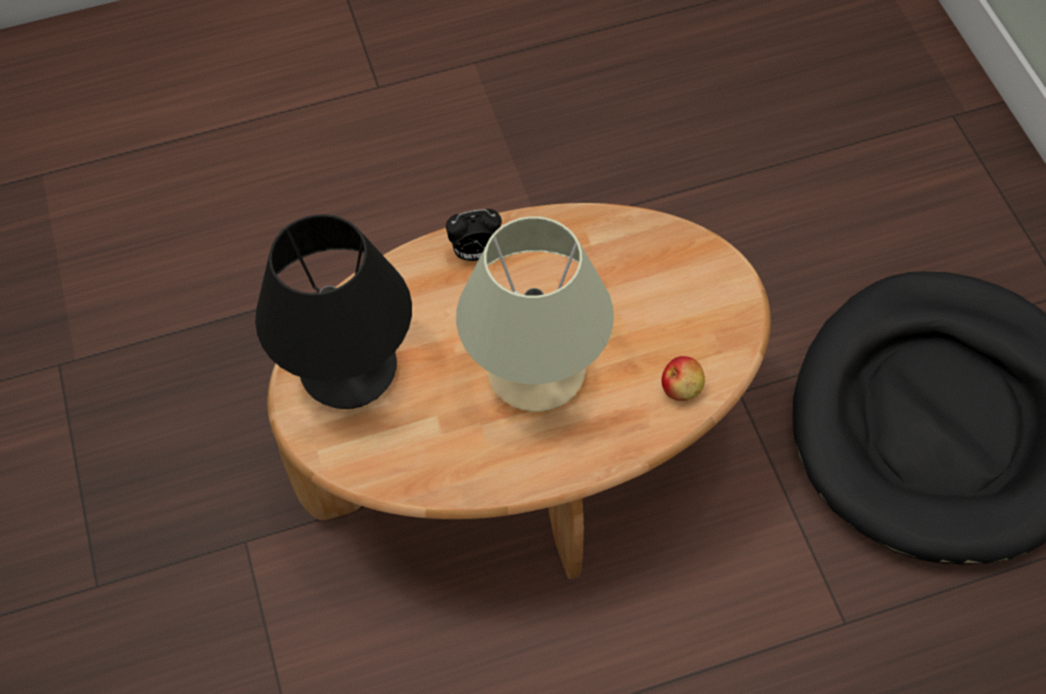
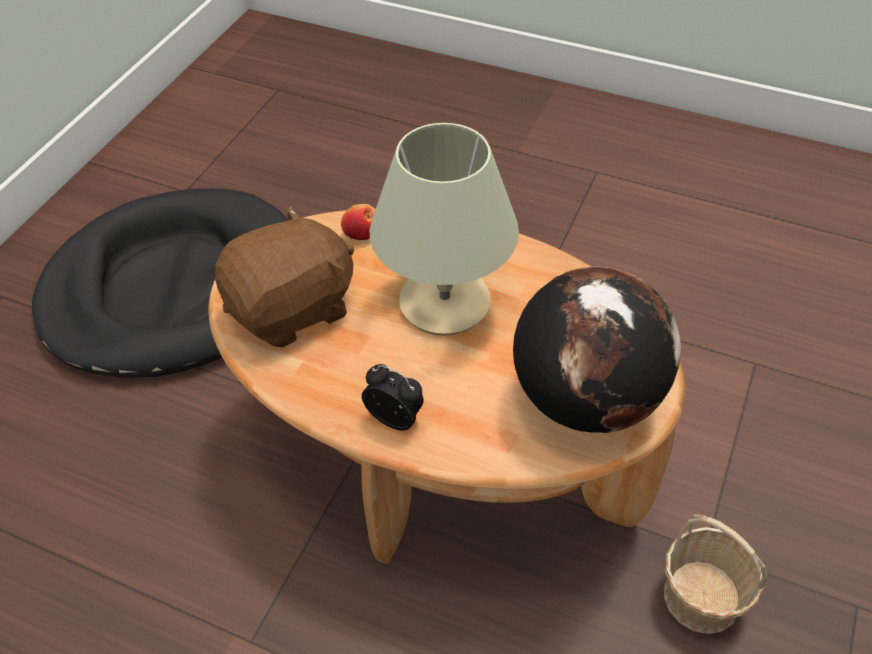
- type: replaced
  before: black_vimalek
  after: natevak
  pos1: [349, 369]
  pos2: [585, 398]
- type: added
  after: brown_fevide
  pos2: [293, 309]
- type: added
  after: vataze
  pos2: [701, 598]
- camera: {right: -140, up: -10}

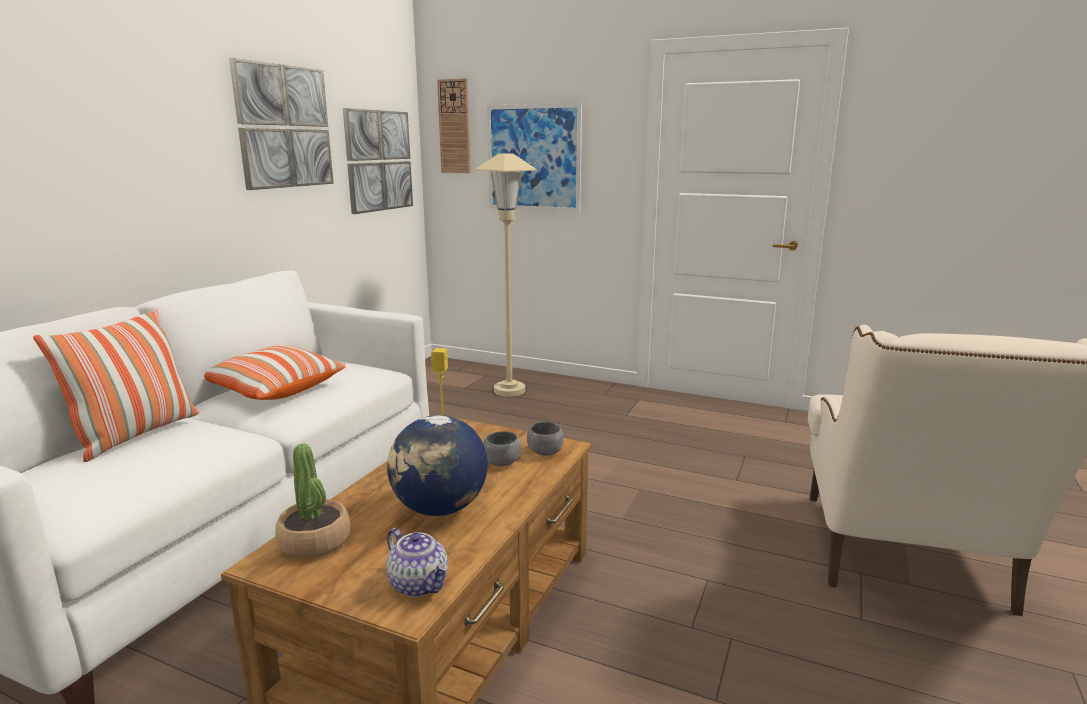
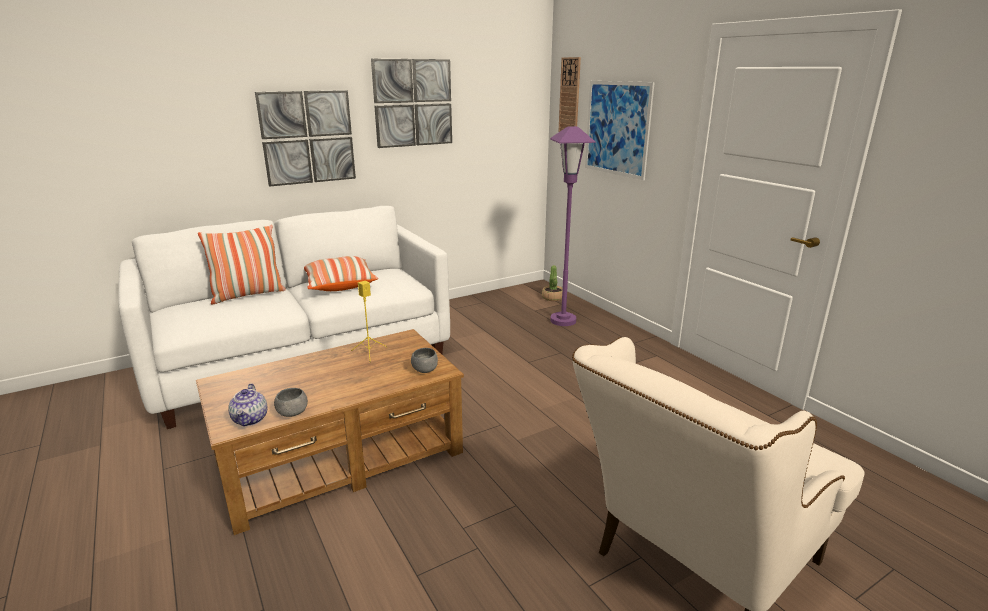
- type: moved
  before: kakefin
  pos1: [378, 161]
  pos2: [307, 137]
- type: recoloured
  before: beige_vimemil
  after: purple_vimemil
  pos1: [509, 390]
  pos2: [563, 320]
- type: removed
  before: natevak
  pos1: [440, 509]
- type: moved
  before: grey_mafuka
  pos1: [502, 462]
  pos2: [292, 413]
- type: moved
  before: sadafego
  pos1: [315, 541]
  pos2: [553, 298]
- camera: {right: 35, up: 5}

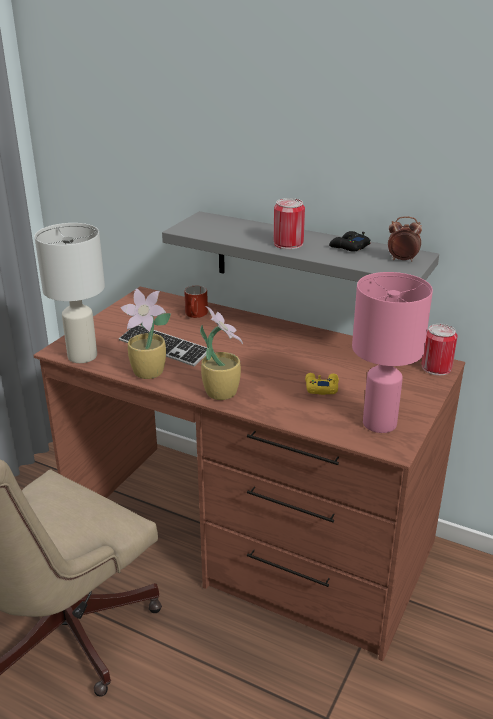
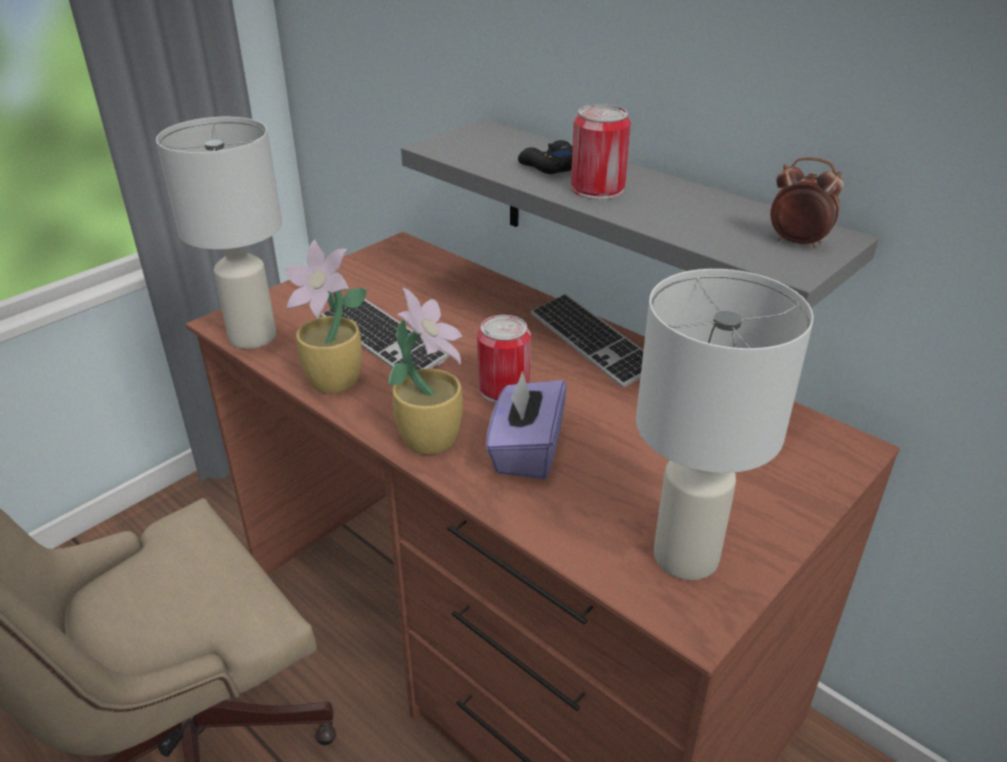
- type: moved
  before: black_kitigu
  pos1: [349, 247]
  pos2: [551, 166]
- type: recoloured
  before: pink_vimalek
  after: white_vimalek
  pos1: [380, 423]
  pos2: [688, 557]
- type: removed
  before: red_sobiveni
  pos1: [196, 315]
- type: moved
  before: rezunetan
  pos1: [436, 367]
  pos2: [503, 389]
- type: removed
  before: yellow_kitigu
  pos1: [321, 387]
- type: added
  after: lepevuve
  pos2: [592, 342]
- type: added
  after: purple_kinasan
  pos2: [526, 451]
- camera: {right: 15, up: 5}

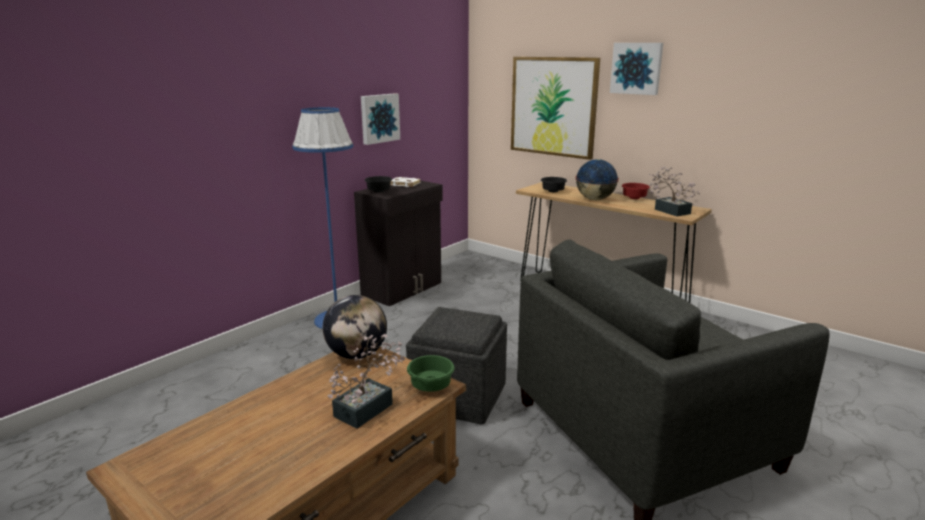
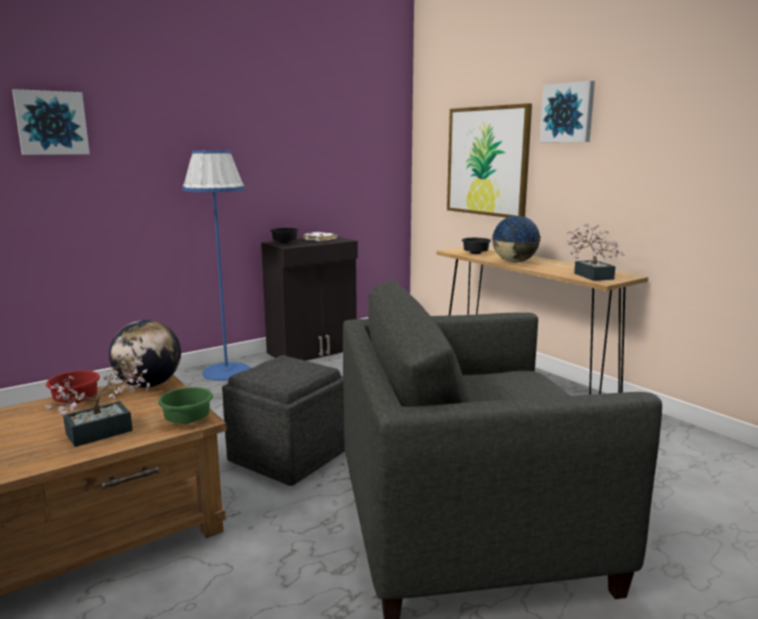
- type: moved
  before: kakefin
  pos1: [379, 118]
  pos2: [51, 123]
- type: moved
  before: red_mafuka
  pos1: [634, 198]
  pos2: [78, 400]
- camera: {right: 15, up: -5}

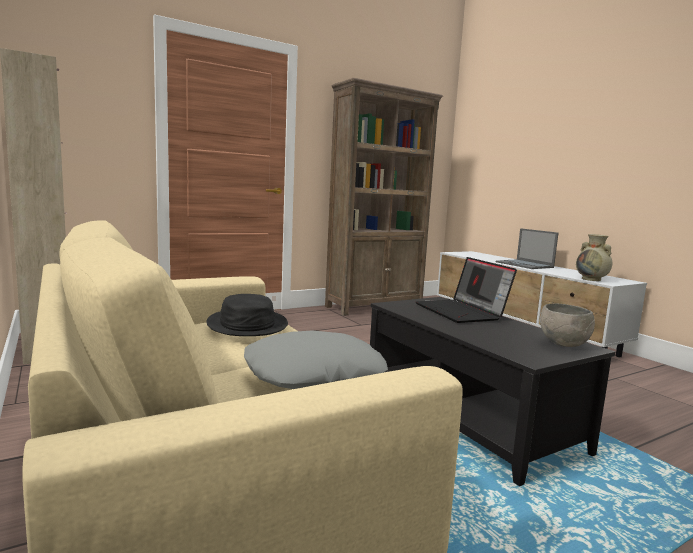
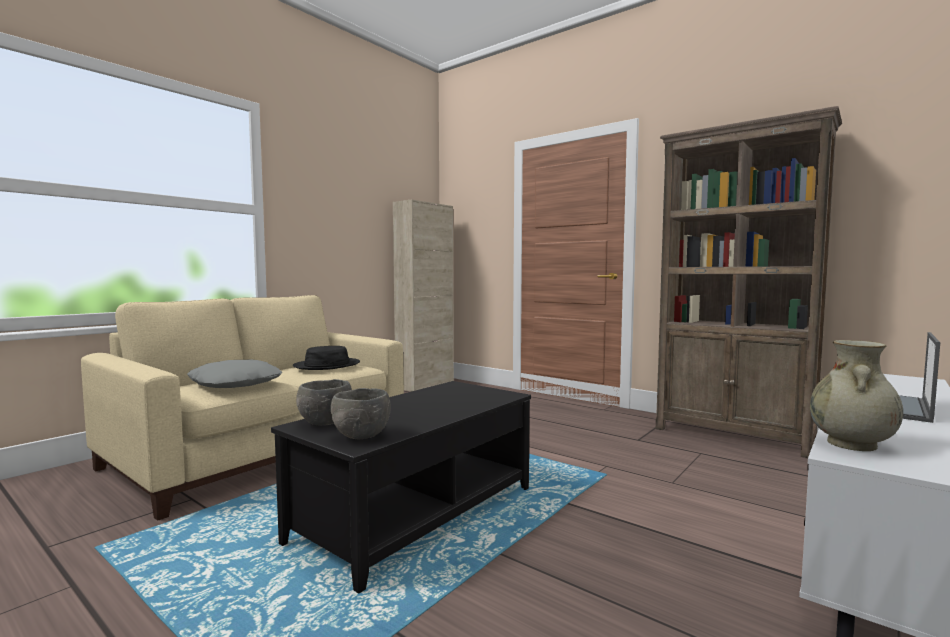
- type: removed
  before: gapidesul
  pos1: [462, 312]
- type: added
  after: grey_mafuka
  pos2: [324, 423]
- camera: {right: 70, up: -5}

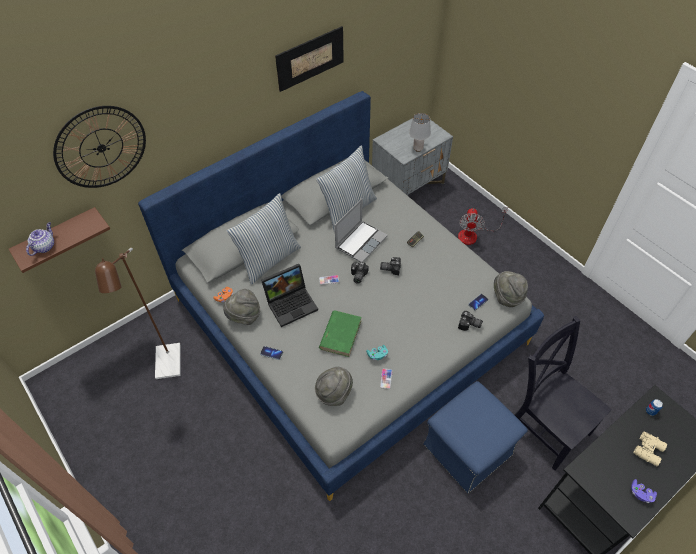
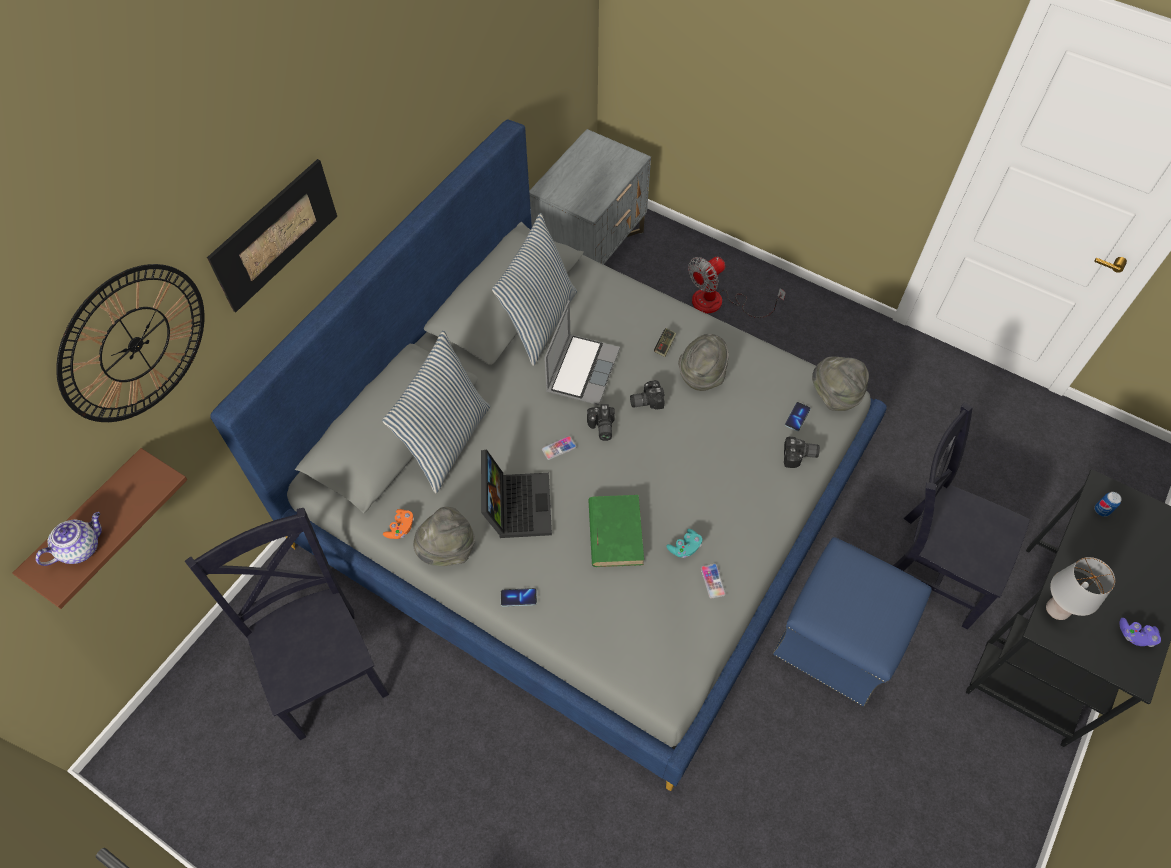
- type: moved
  before: kakefin
  pos1: [310, 58]
  pos2: [275, 234]
- type: moved
  before: grey_vimalek
  pos1: [417, 148]
  pos2: [1055, 610]
- type: turned
  before: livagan
  pos1: [473, 234]
  pos2: [718, 303]
  turn: 60
- type: turned
  before: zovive
  pos1: [44, 246]
  pos2: [81, 548]
  turn: 45
- type: replaced
  before: brown_vimemil
  after: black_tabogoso
  pos1: [168, 368]
  pos2: [325, 667]
- type: turned
  before: gapidesul
  pos1: [292, 303]
  pos2: [516, 504]
  turn: -45
- type: moved
  before: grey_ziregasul
  pos1: [334, 393]
  pos2: [702, 374]
- type: removed
  before: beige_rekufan
  pos1: [649, 450]
- camera: {right: -20, up: 5}

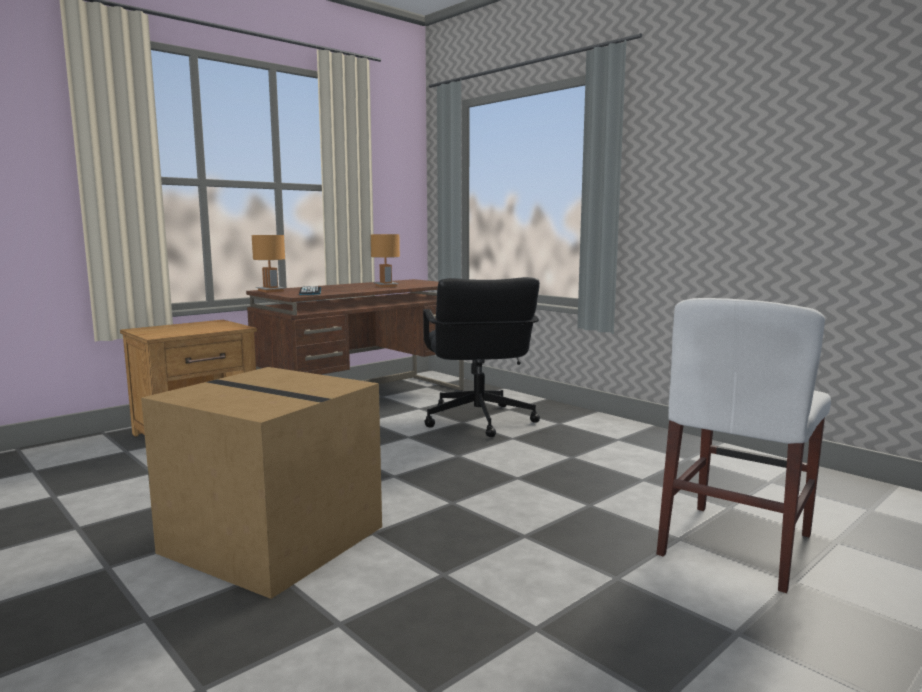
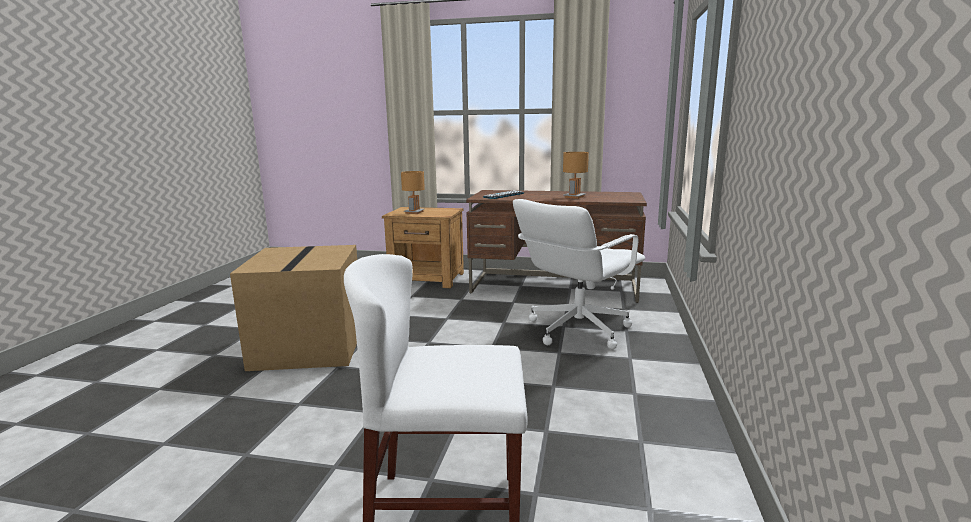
- type: moved
  before: brown_vimalek
  pos1: [271, 291]
  pos2: [414, 212]
- type: recoloured
  before: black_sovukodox
  after: white_sovukodox
  pos1: [478, 421]
  pos2: [576, 330]
- camera: {right: 55, up: 5}

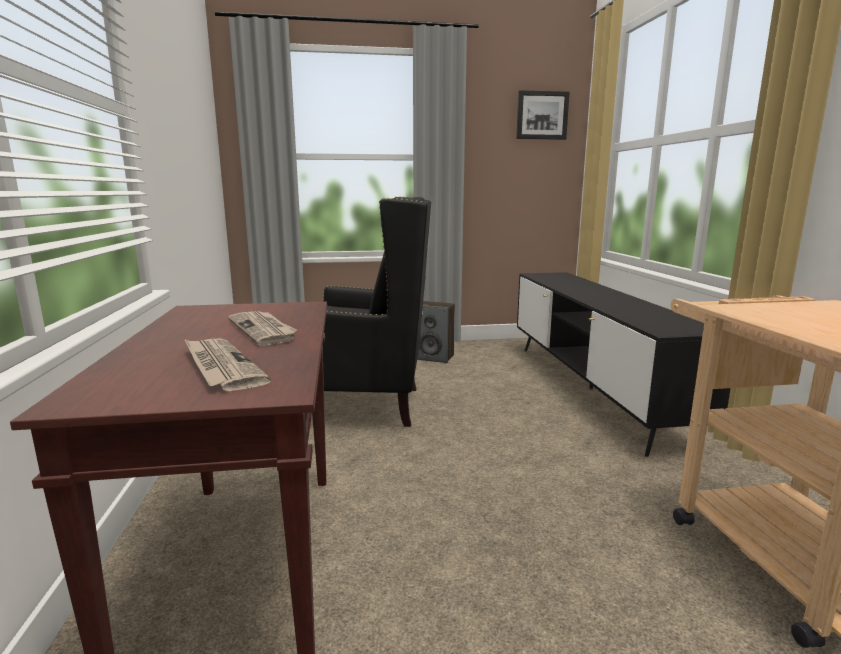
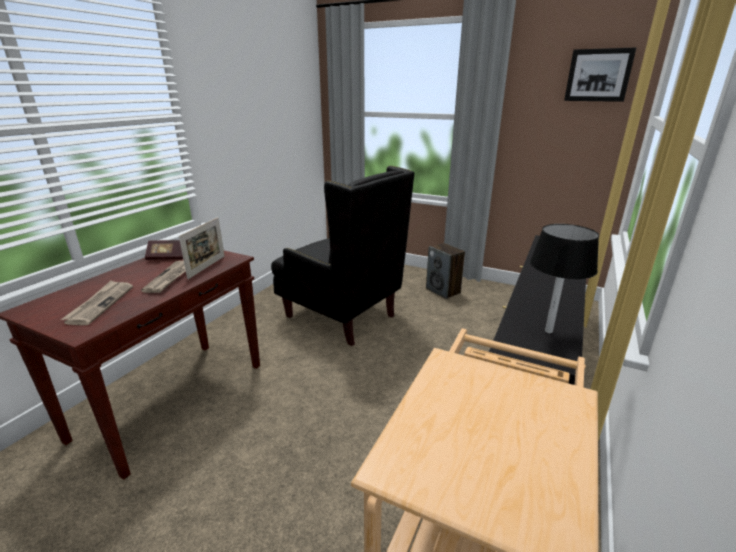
- type: added
  after: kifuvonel
  pos2: [207, 267]
- type: added
  after: black_vimalek
  pos2: [548, 331]
- type: added
  after: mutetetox
  pos2: [167, 257]
- camera: {right: 35, up: 10}

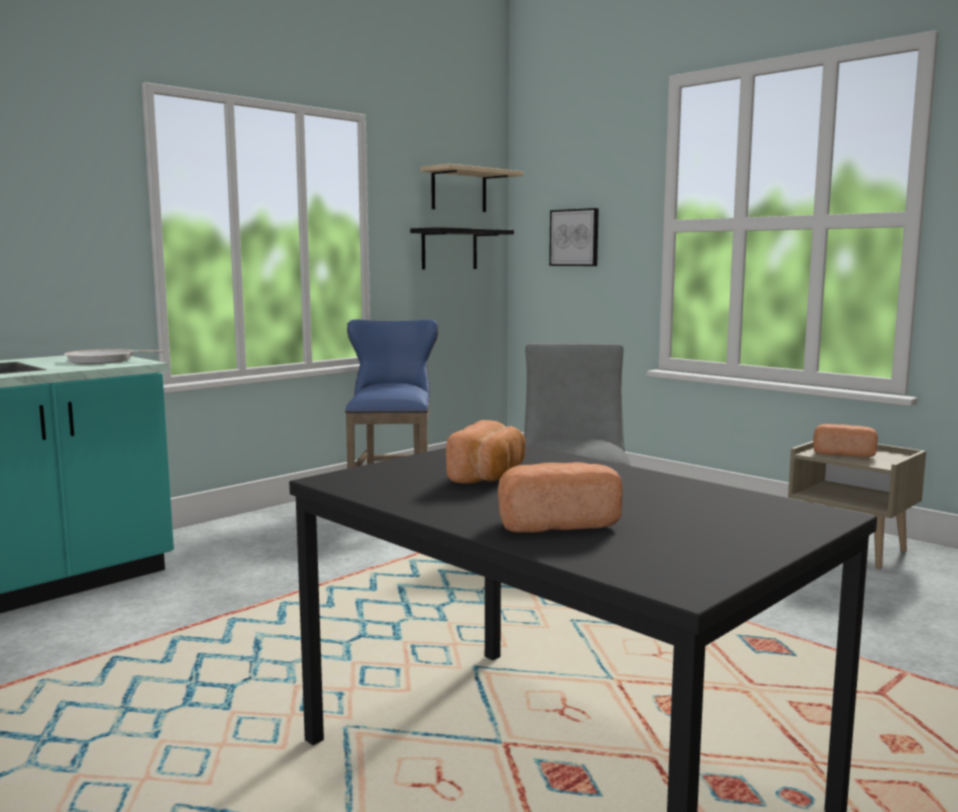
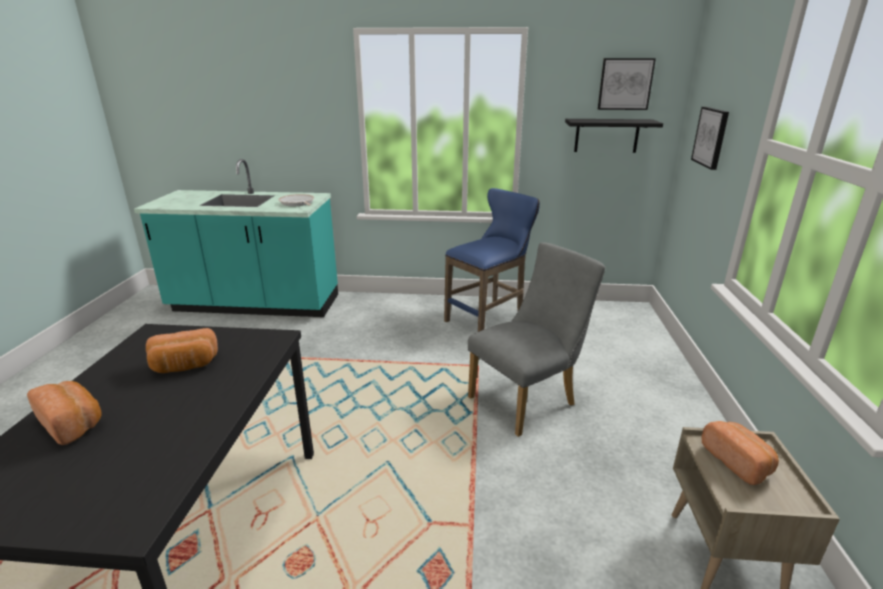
- type: replaced
  before: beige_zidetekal
  after: kakefin
  pos1: [459, 190]
  pos2: [625, 84]
- camera: {right: 50, up: 15}

